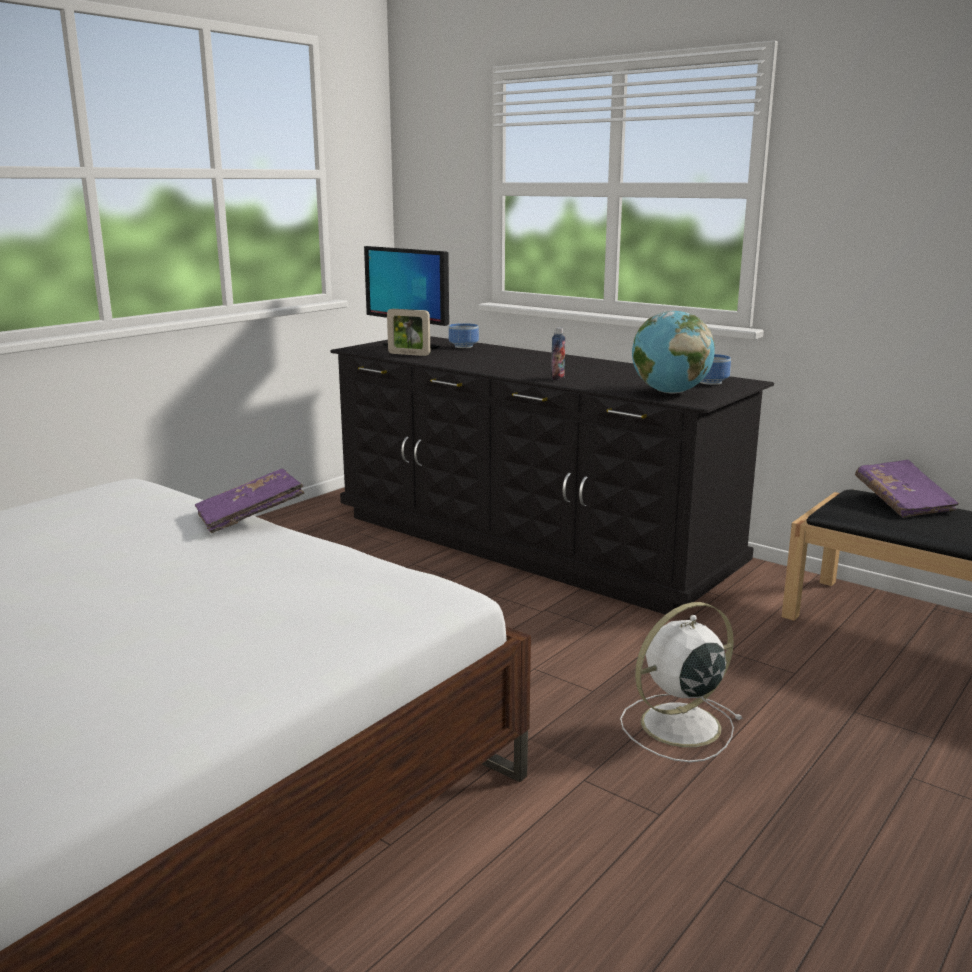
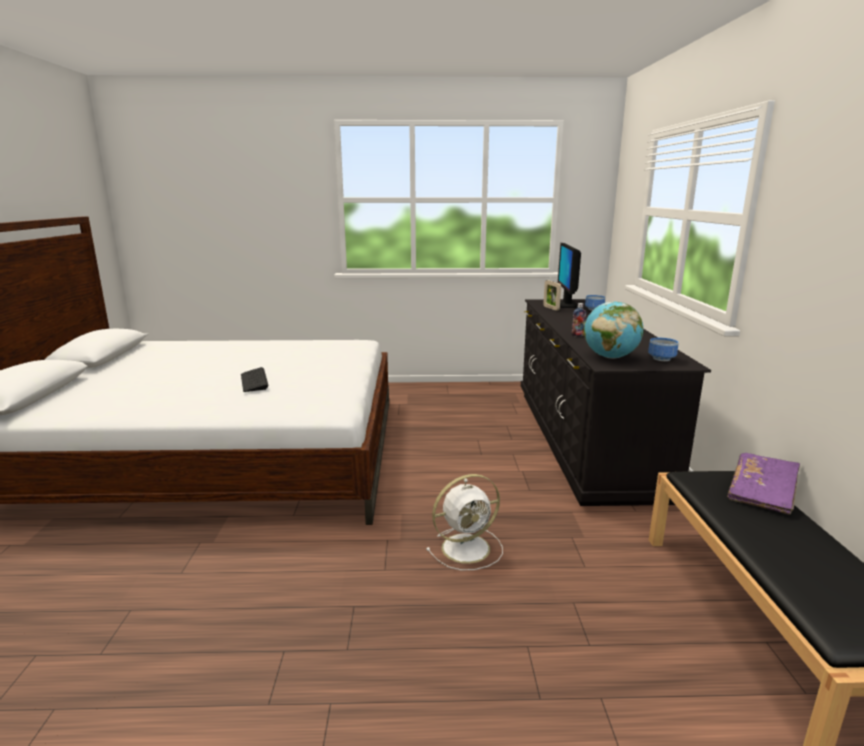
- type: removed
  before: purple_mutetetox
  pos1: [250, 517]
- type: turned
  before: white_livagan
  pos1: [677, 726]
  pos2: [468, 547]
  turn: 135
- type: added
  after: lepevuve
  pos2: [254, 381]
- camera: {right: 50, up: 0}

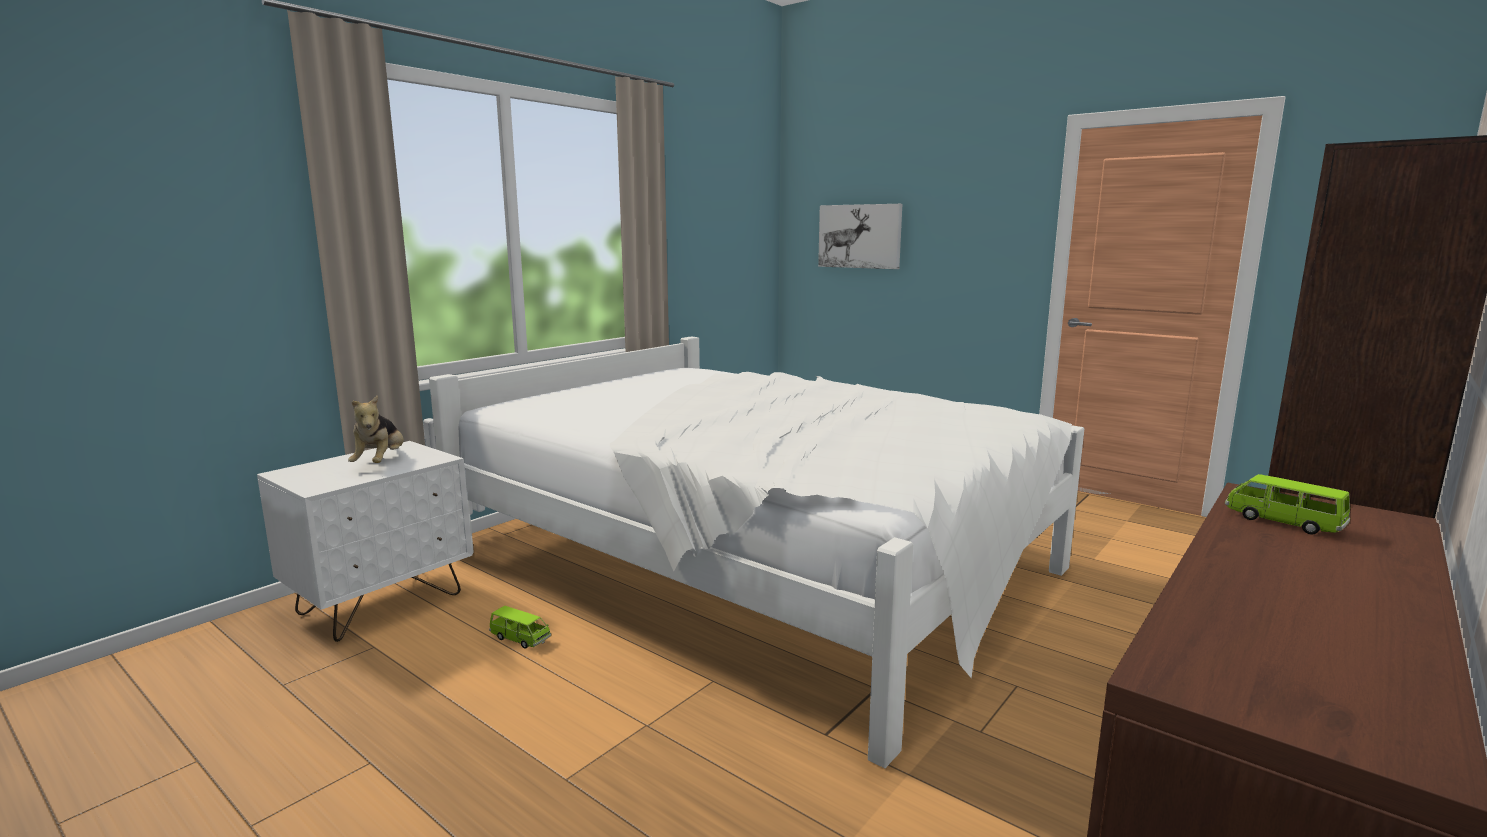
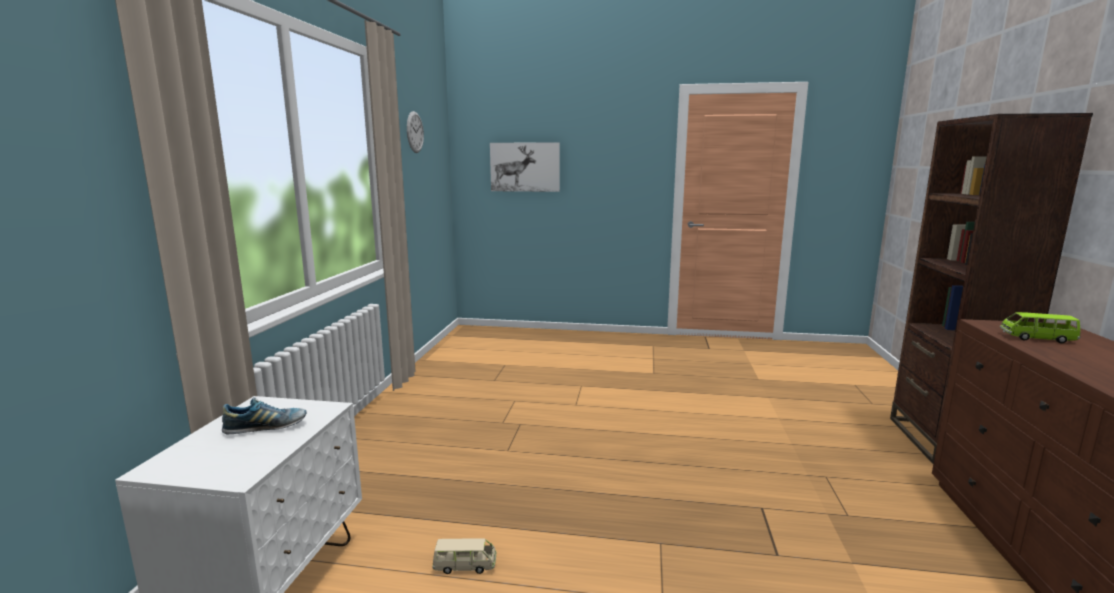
- type: removed
  before: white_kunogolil
  pos1: [757, 563]
- type: replaced
  before: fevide
  after: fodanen
  pos1: [380, 463]
  pos2: [266, 428]
- type: recoloured
  before: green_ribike
  after: beige_ribike
  pos1: [520, 639]
  pos2: [465, 566]
- type: added
  after: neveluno
  pos2: [415, 132]
- camera: {right: -30, up: 0}

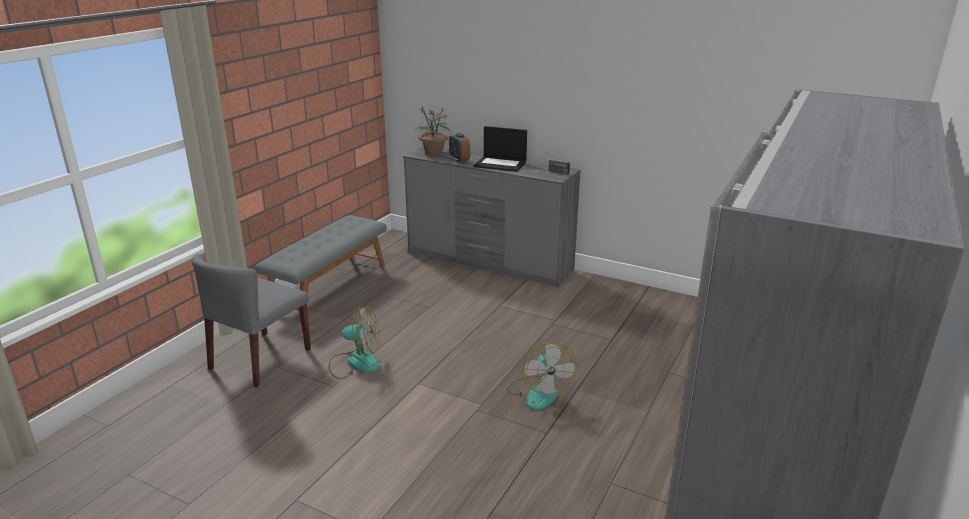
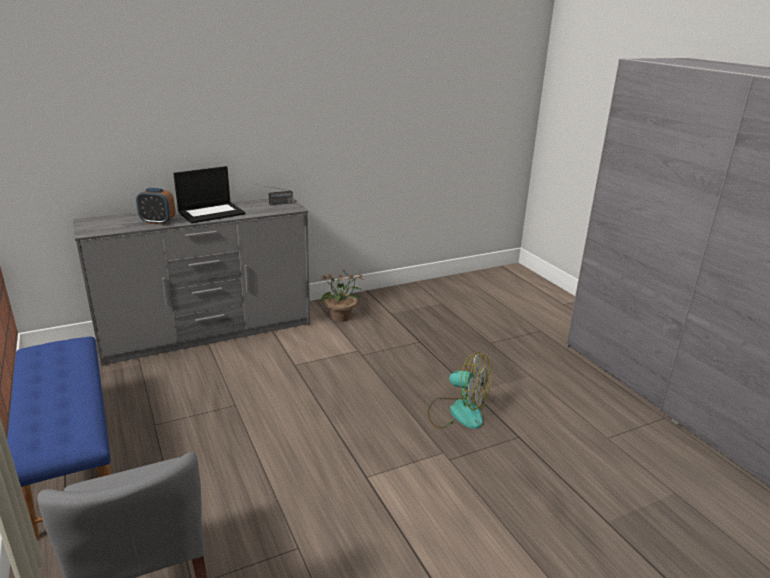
- type: moved
  before: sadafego
  pos1: [434, 152]
  pos2: [341, 317]
- type: recoloured
  before: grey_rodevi
  after: blue_rodevi
  pos1: [328, 287]
  pos2: [70, 457]
- type: removed
  before: livagan
  pos1: [355, 362]
- camera: {right: -55, up: 0}

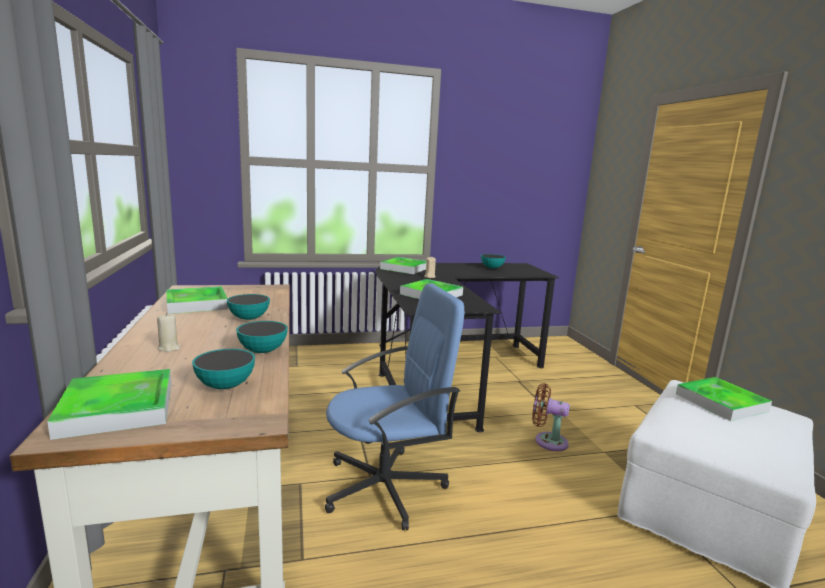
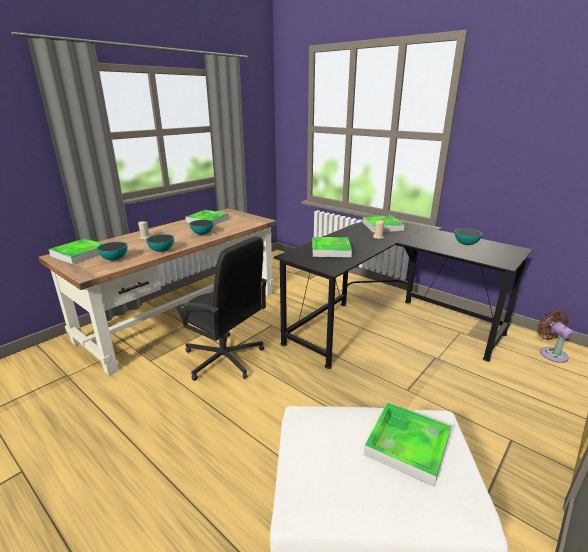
- type: recoloured
  before: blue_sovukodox
  after: black_sovukodox
  pos1: [386, 487]
  pos2: [224, 359]
- type: moved
  before: brown_livagan
  pos1: [547, 441]
  pos2: [551, 353]
- camera: {right: 55, up: 10}

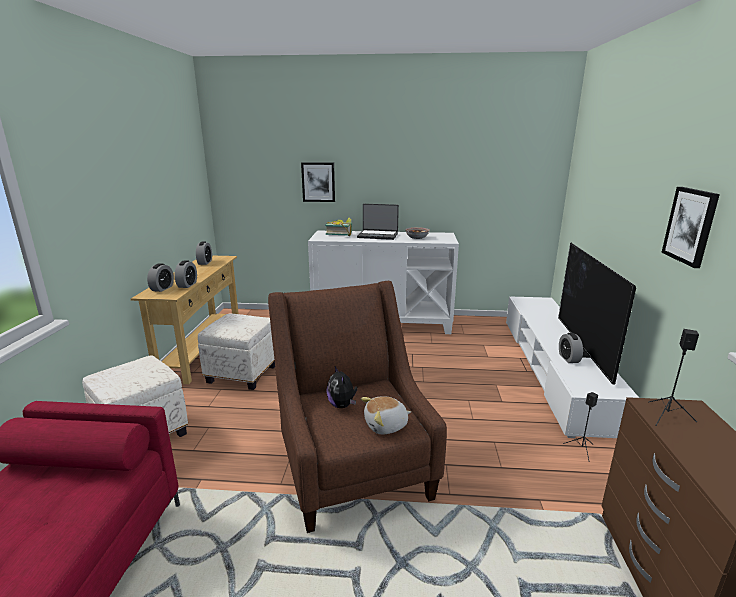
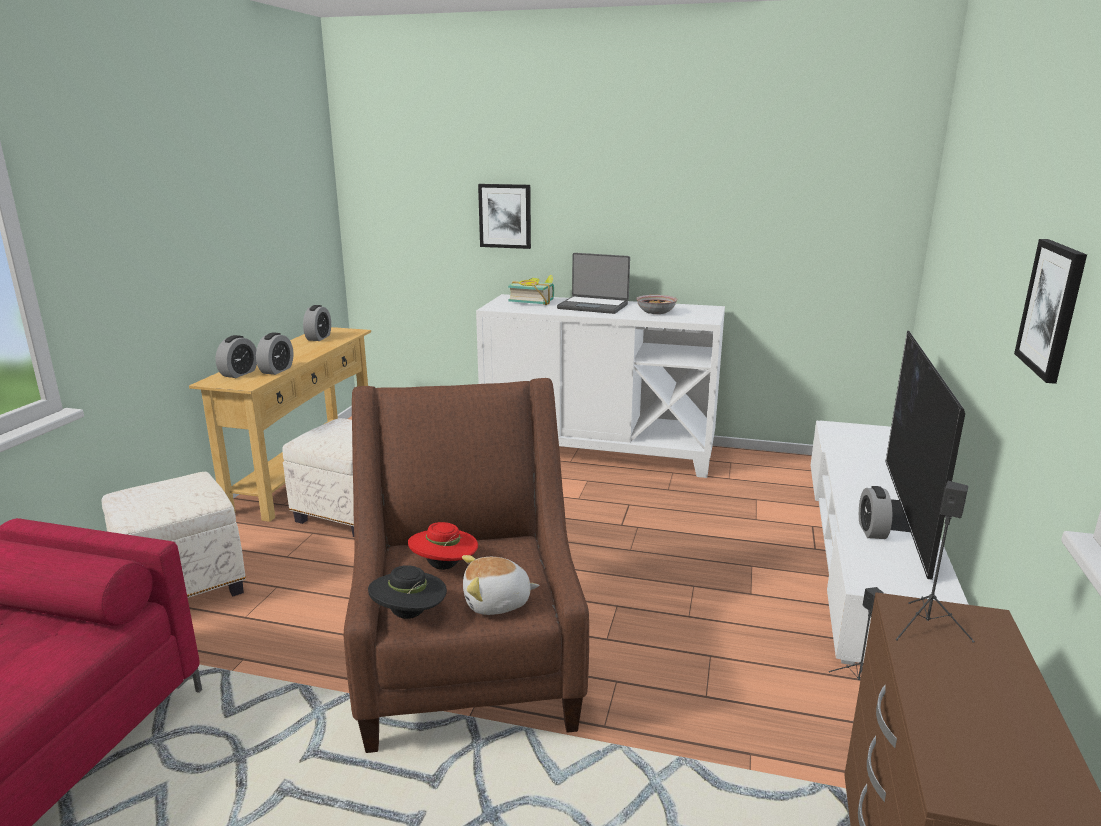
- type: replaced
  before: fevide
  after: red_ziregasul
  pos1: [342, 405]
  pos2: [444, 567]
- type: added
  after: black_ziregasul
  pos2: [409, 615]
- camera: {right: 10, up: 0}

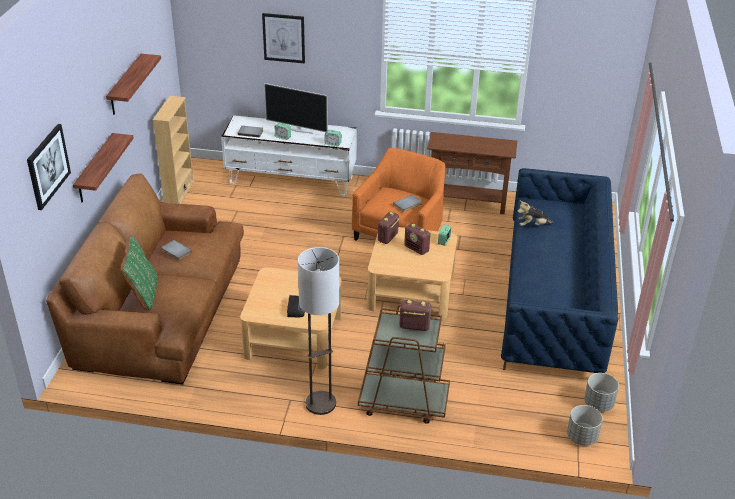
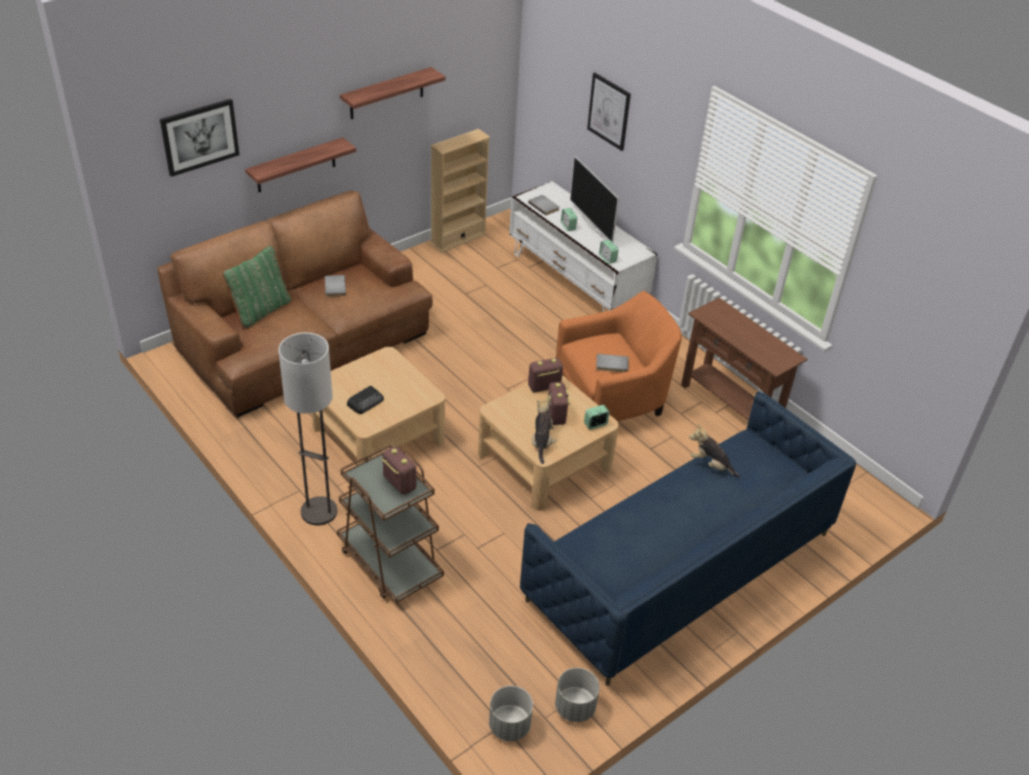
- type: added
  after: fevide
  pos2: [542, 442]
- camera: {right: 40, up: 5}

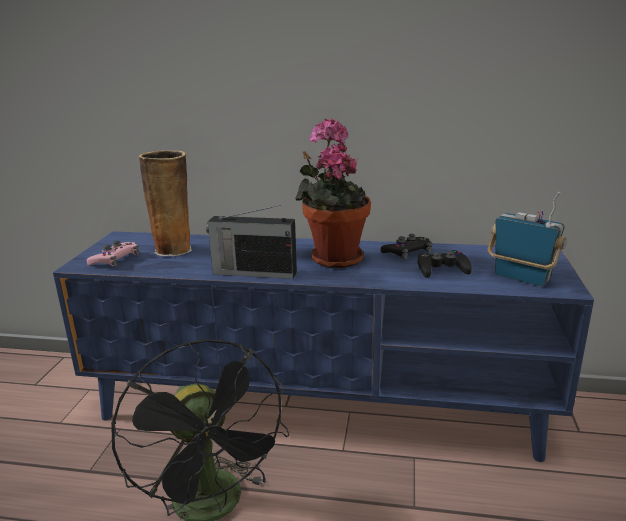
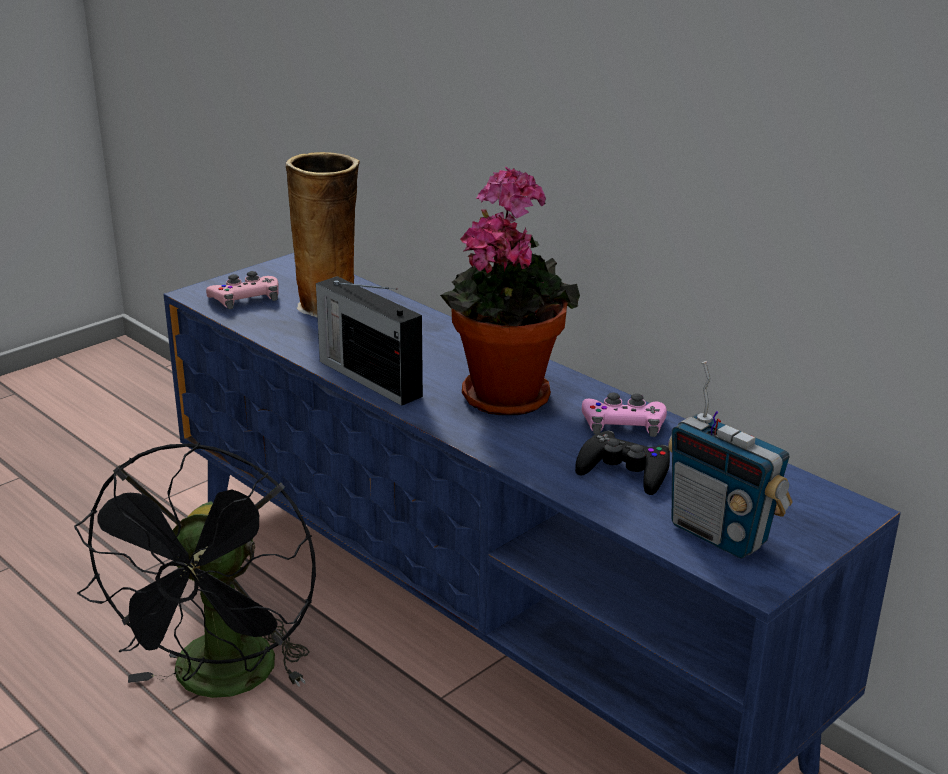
- type: turned
  before: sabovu
  pos1: [521, 278]
  pos2: [719, 534]
  turn: 150
- type: recoloured
  before: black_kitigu
  after: pink_kitigu
  pos1: [407, 252]
  pos2: [623, 424]
- camera: {right: 35, up: 5}

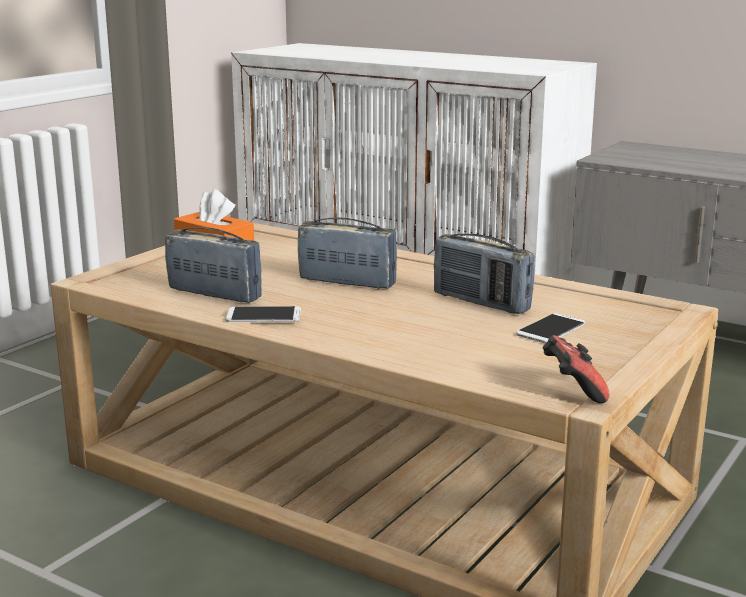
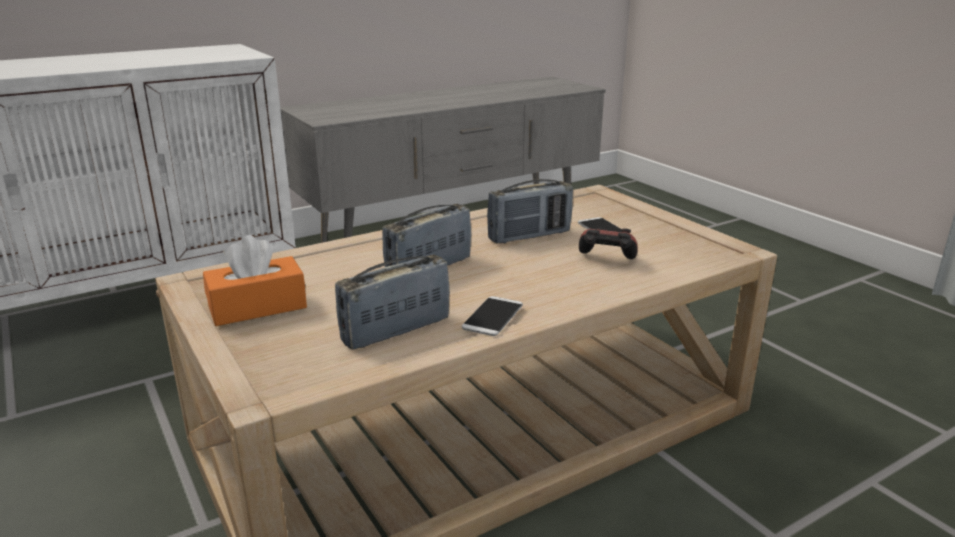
- type: moved
  before: kitigu
  pos1: [572, 390]
  pos2: [606, 260]
- camera: {right: -65, up: 5}

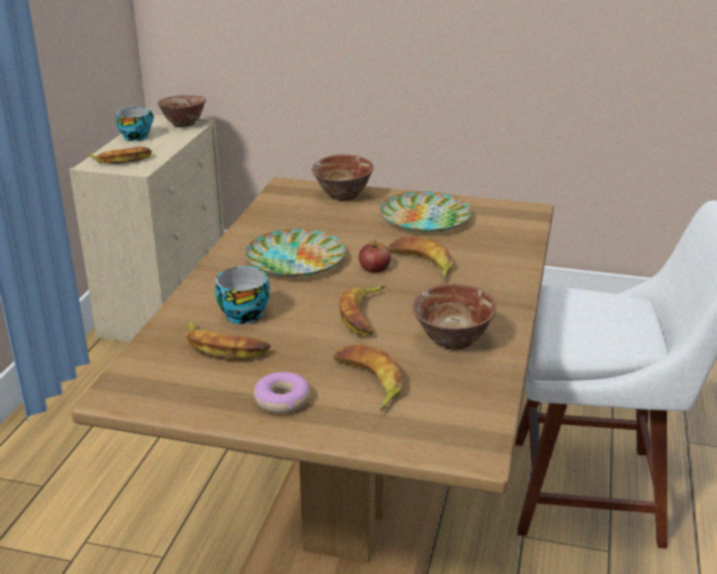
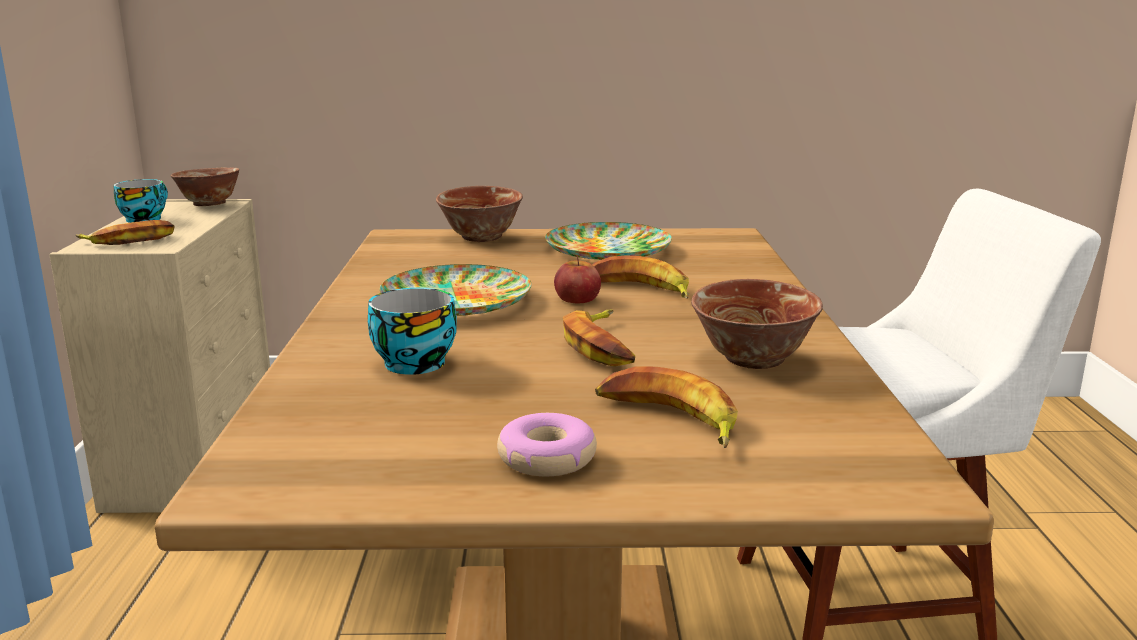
- type: removed
  before: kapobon
  pos1: [224, 347]
- camera: {right: -15, up: -10}

